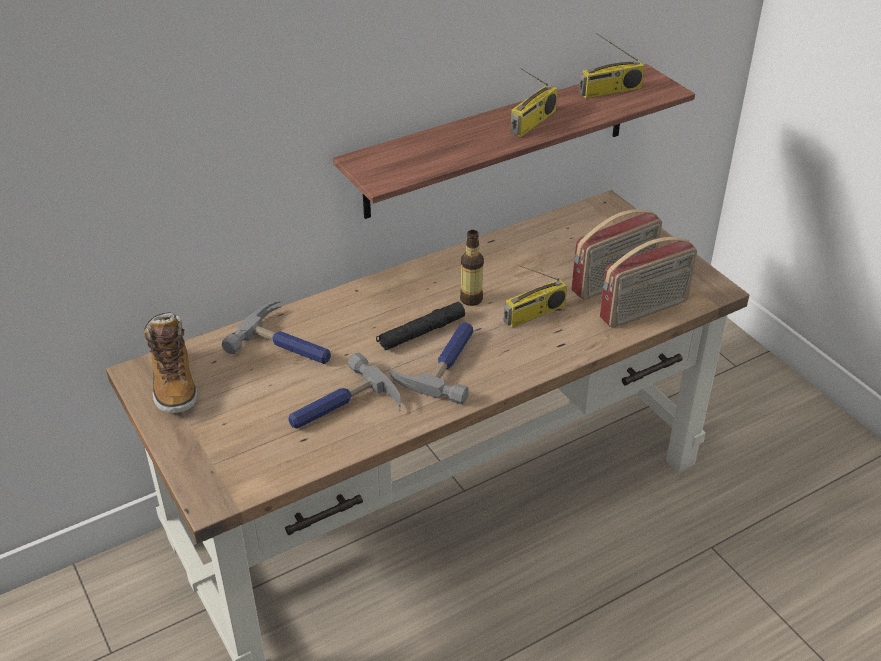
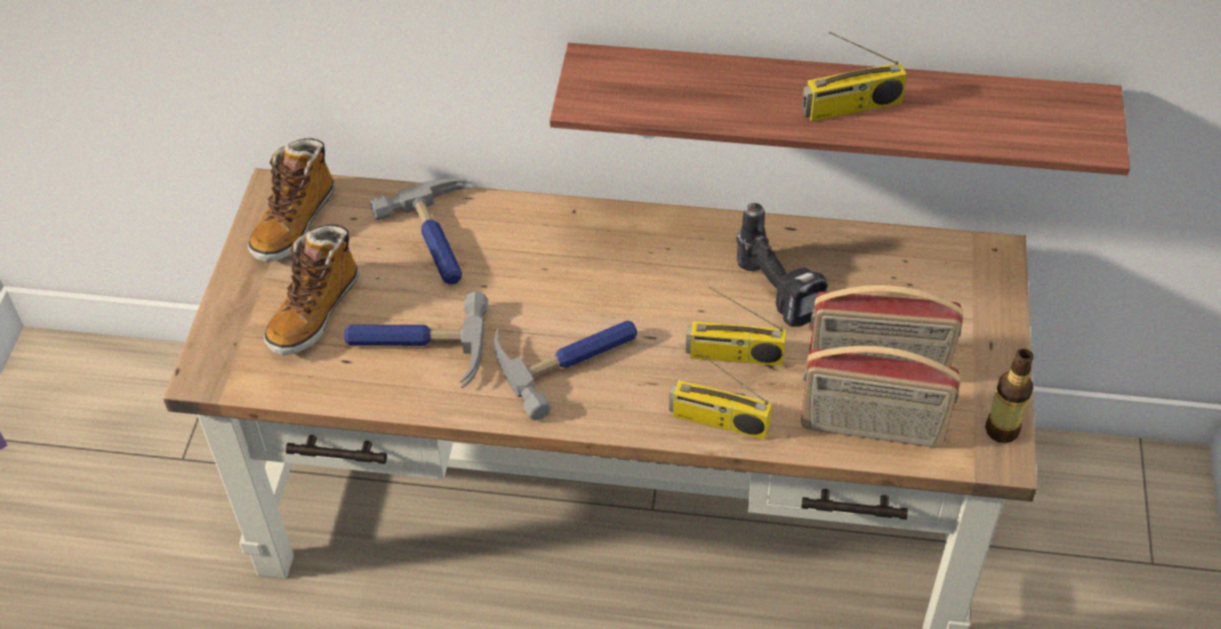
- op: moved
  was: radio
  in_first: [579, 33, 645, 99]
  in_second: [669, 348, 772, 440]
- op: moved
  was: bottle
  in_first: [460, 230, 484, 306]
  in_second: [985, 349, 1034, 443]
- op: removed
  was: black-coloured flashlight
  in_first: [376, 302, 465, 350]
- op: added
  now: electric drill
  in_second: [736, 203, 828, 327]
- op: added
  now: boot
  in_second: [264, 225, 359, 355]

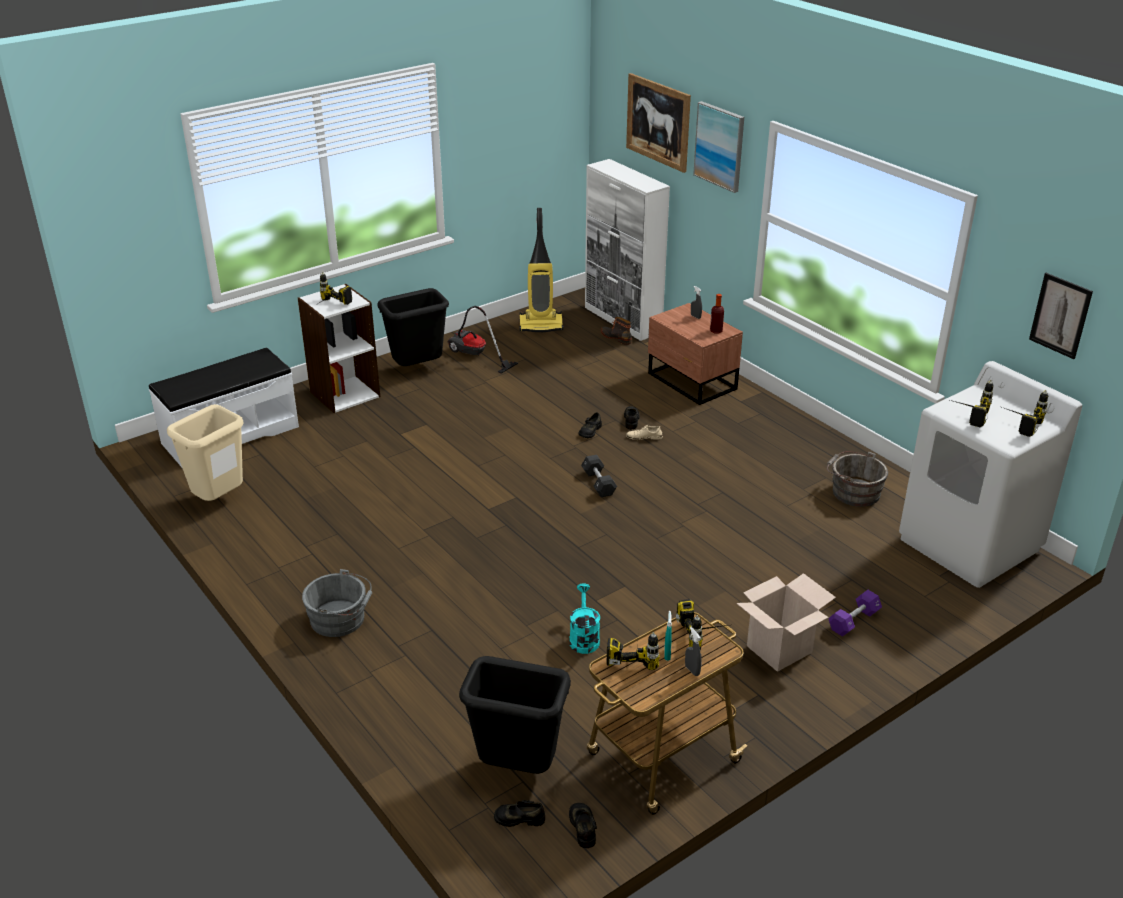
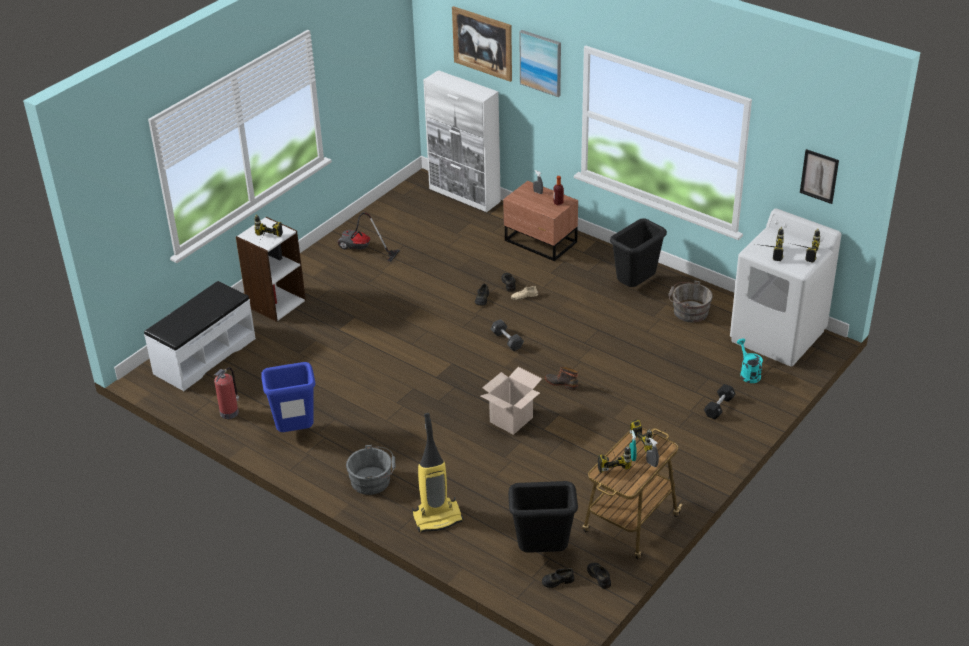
- op: moved
  was: vacuum cleaner
  in_first: [519, 208, 563, 332]
  in_second: [412, 413, 464, 533]
- op: moved
  was: black-coloured waste bin
  in_first: [377, 288, 449, 366]
  in_second: [610, 218, 667, 287]
- op: moved
  was: boot
  in_first: [601, 317, 632, 345]
  in_second: [545, 367, 578, 391]
- op: replaced
  was: sand-coloured waste bin
  now: fire-fighting cylinder
  in_first: [167, 404, 244, 501]
  in_second: [214, 367, 239, 419]
- op: moved
  was: packing box
  in_first: [736, 573, 836, 672]
  in_second: [481, 367, 542, 435]
- op: moved
  was: turquoise watering pot
  in_first: [569, 583, 600, 654]
  in_second: [737, 339, 763, 383]
- op: recoloured
  was: purplish hand weight
  now: black-coloured hand weight
  in_first: [828, 590, 882, 637]
  in_second: [704, 384, 736, 419]
- op: added
  now: blue-coloured waste bin
  in_second: [261, 362, 315, 432]

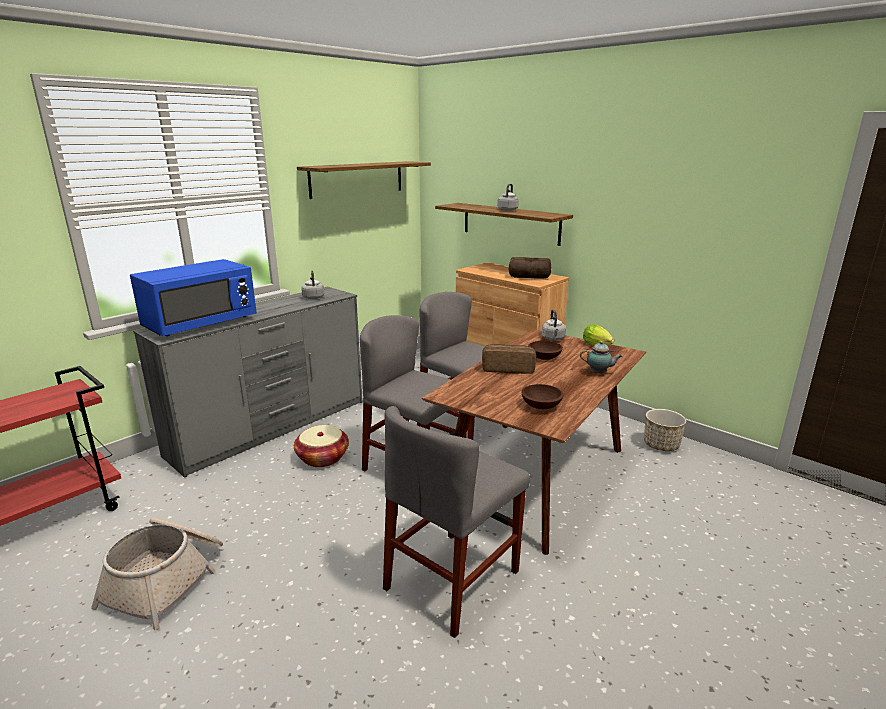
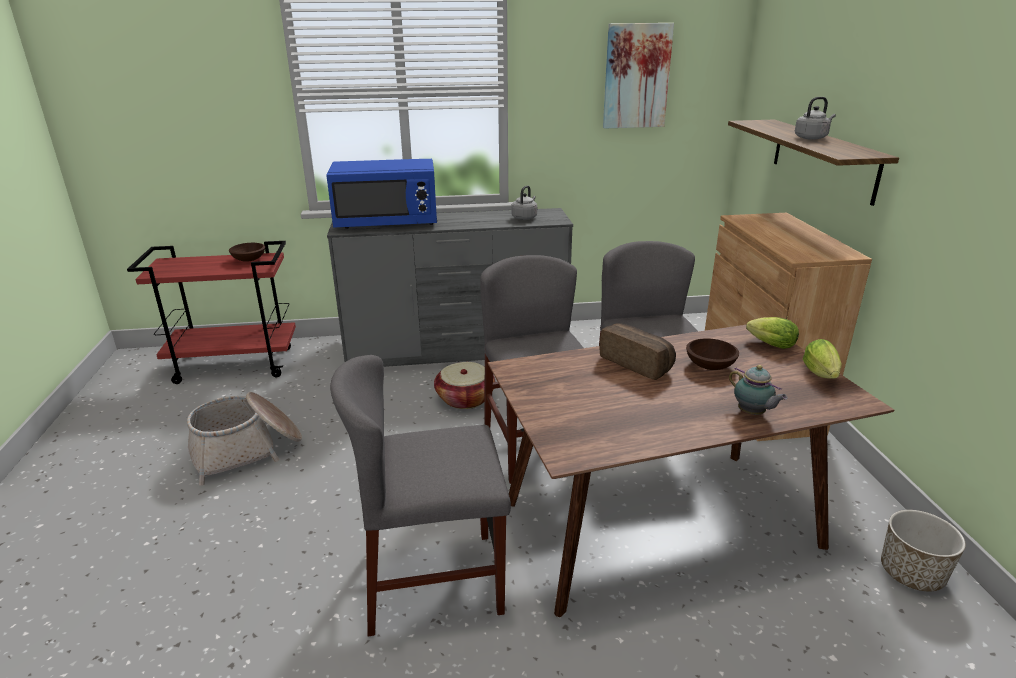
- op: replaced
  was: bracket shelf
  now: picture
  in_first: [297, 161, 431, 199]
  in_second: [603, 23, 674, 129]
- op: removed
  was: bread
  in_first: [508, 257, 551, 279]
- op: replaced
  was: greyish kettle
  now: lettuce head
  in_first: [542, 309, 566, 340]
  in_second: [746, 317, 799, 349]
- op: moved
  was: brownish serving bowl
  in_first: [521, 384, 563, 409]
  in_second: [229, 243, 265, 262]

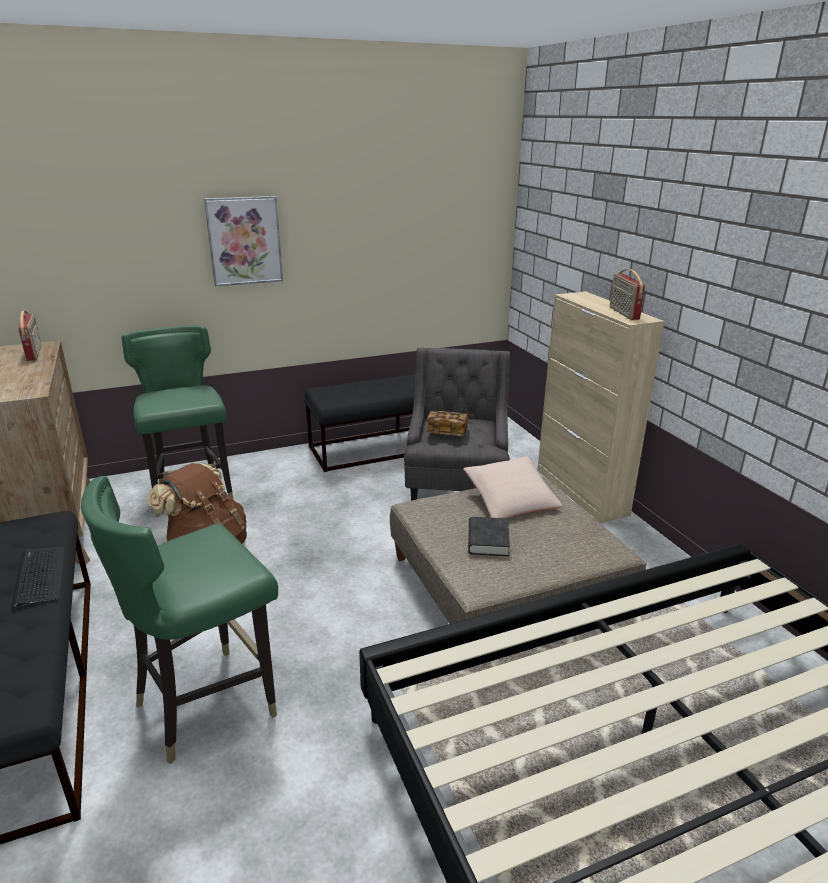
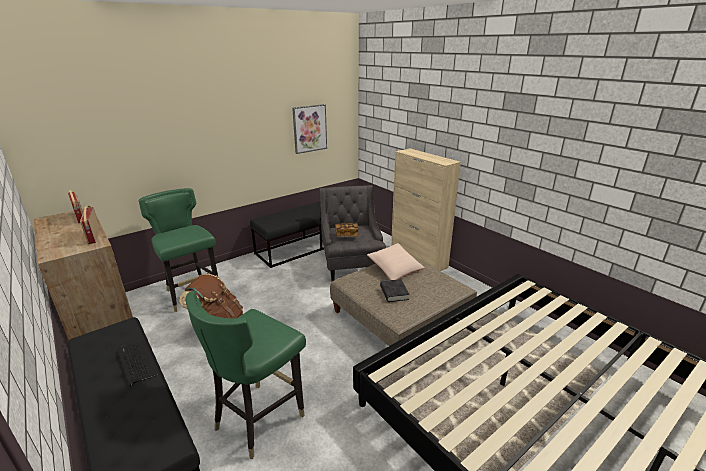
- op: moved
  was: picture
  in_first: [204, 196, 283, 286]
  in_second: [292, 104, 327, 154]
- op: moved
  was: radio
  in_first: [610, 269, 645, 320]
  in_second: [80, 206, 100, 244]

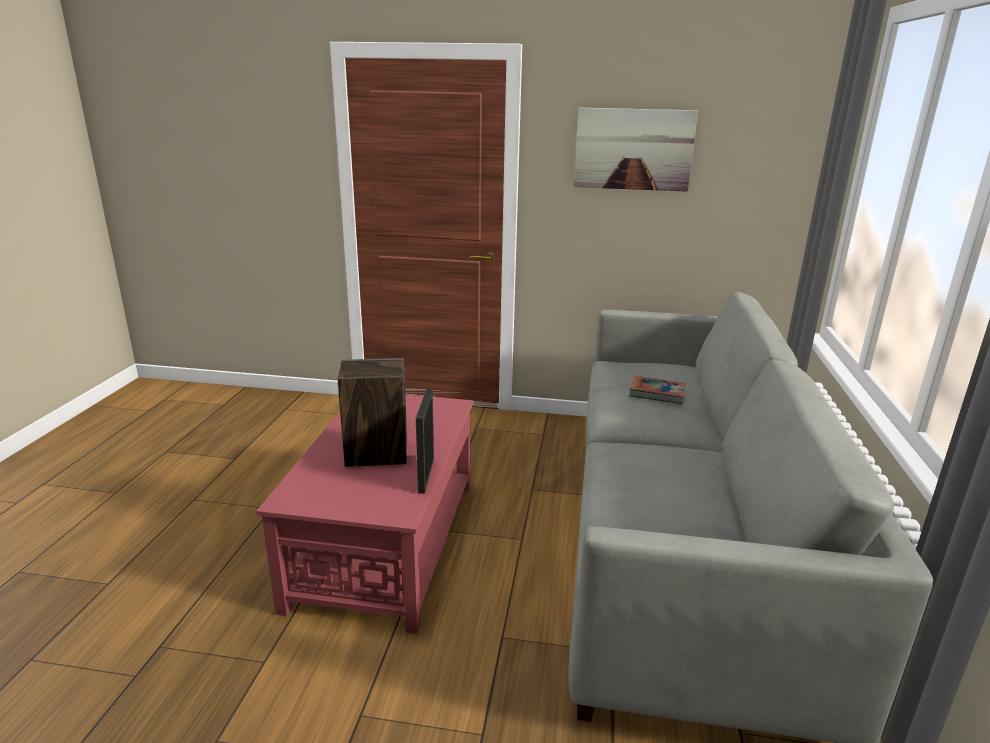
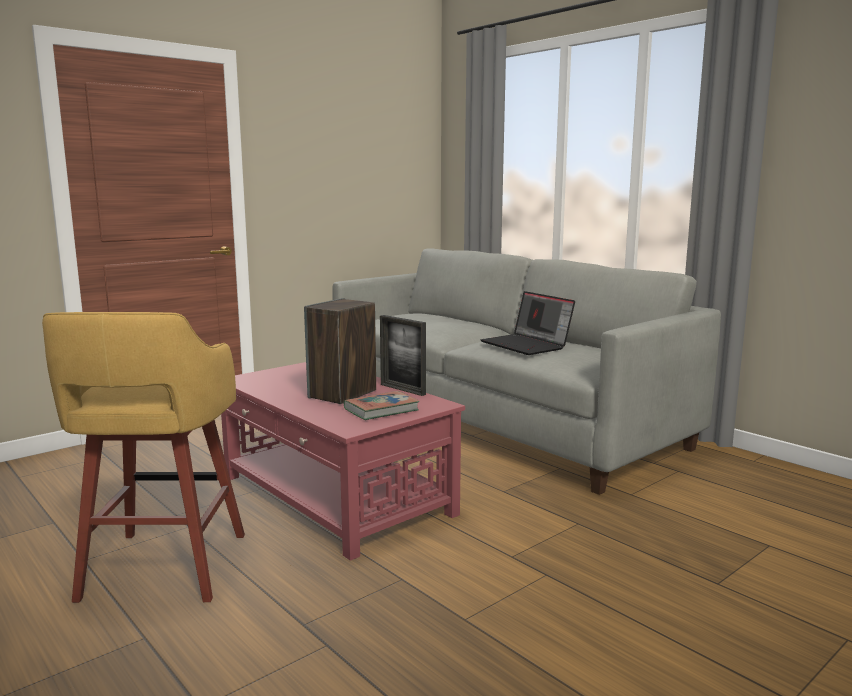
- op: removed
  was: picture
  in_first: [574, 107, 698, 192]
- op: moved
  was: book
  in_first: [629, 376, 685, 404]
  in_second: [344, 391, 419, 420]
- op: added
  now: portable computer
  in_second: [481, 291, 575, 355]
- op: added
  now: yellow stool
  in_second: [42, 312, 245, 603]

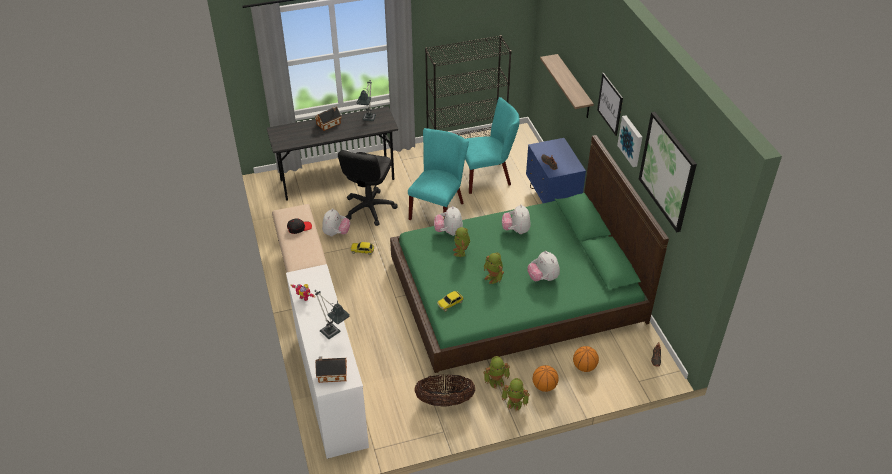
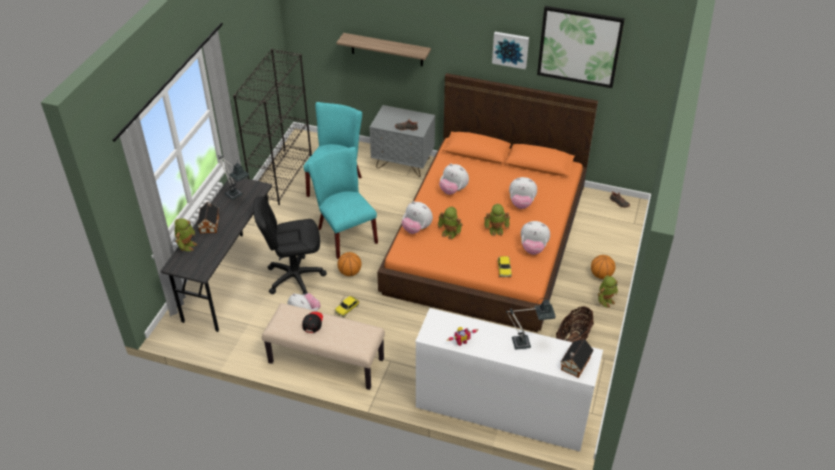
- op: removed
  was: picture
  in_first: [597, 73, 623, 136]
- op: recoloured
  was: green-coloured bedroom bed
  now: orange bedroom bed
  in_first: [390, 135, 669, 373]
  in_second: [377, 73, 598, 332]
- op: recoloured
  was: blue-coloured nightstand
  now: greyish nightstand
  in_first: [526, 138, 586, 203]
  in_second: [369, 105, 435, 177]
- op: turned
  was: black-coloured computer chair
  in_first: [338, 150, 398, 226]
  in_second: [253, 197, 327, 294]
  clockwise: 120
- op: moved
  was: basketball ball
  in_first: [573, 346, 599, 372]
  in_second: [337, 252, 362, 276]
- op: moved
  was: toy robot
  in_first: [484, 356, 510, 389]
  in_second: [175, 218, 197, 251]
- op: added
  now: cuddly toy
  in_second: [521, 221, 550, 255]

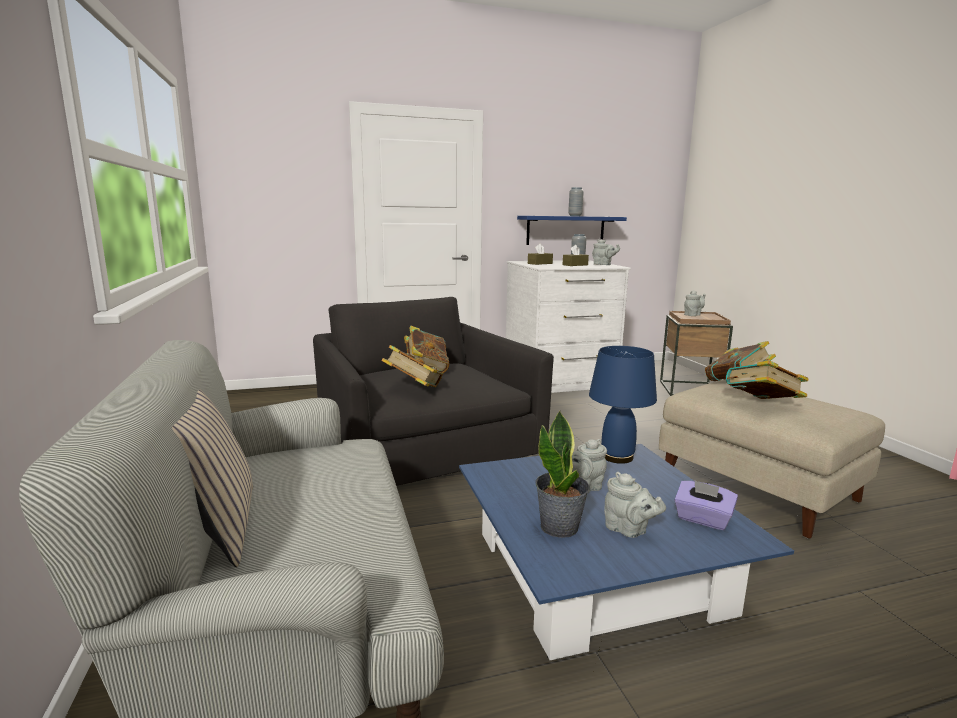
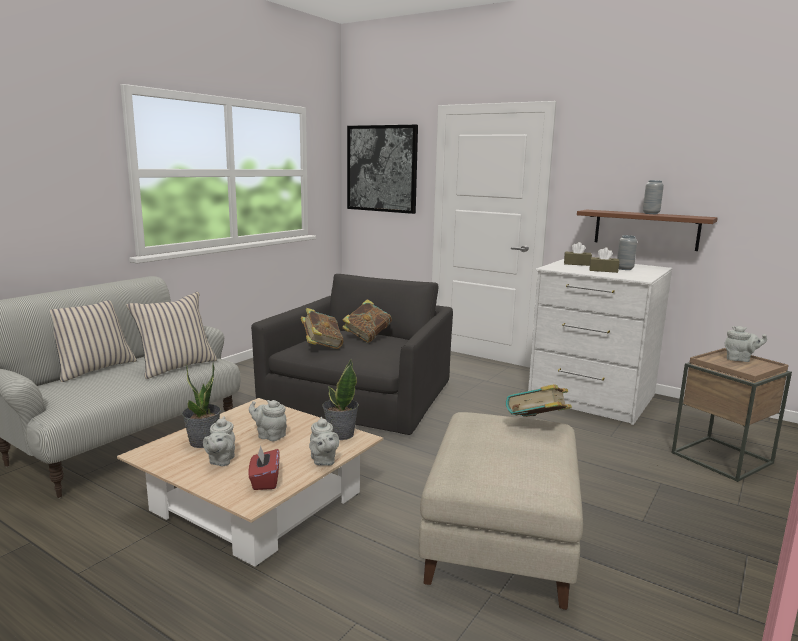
- op: recoloured
  was: blue-coloured bracket shelf
  now: brownish bracket shelf
  in_first: [517, 216, 627, 245]
  in_second: [577, 210, 718, 251]
- op: moved
  was: greyish pot for tea
  in_first: [592, 239, 620, 265]
  in_second: [309, 417, 339, 466]
- op: replaced
  was: blue-coloured tabletop lamp
  now: potted plant
  in_first: [589, 346, 657, 464]
  in_second: [322, 359, 359, 440]
- op: removed
  was: book
  in_first: [726, 360, 808, 399]
- op: recoloured
  was: blue-coloured lounge table
  now: sand-coloured lounge table
  in_first: [459, 444, 794, 660]
  in_second: [117, 398, 383, 567]
- op: recoloured
  was: purplish tissue holder
  now: reddish tissue holder
  in_first: [674, 480, 738, 530]
  in_second: [248, 445, 280, 490]
- op: added
  now: picture
  in_second: [347, 124, 418, 214]
- op: added
  now: sand-coloured throw pillow
  in_second: [126, 292, 217, 379]

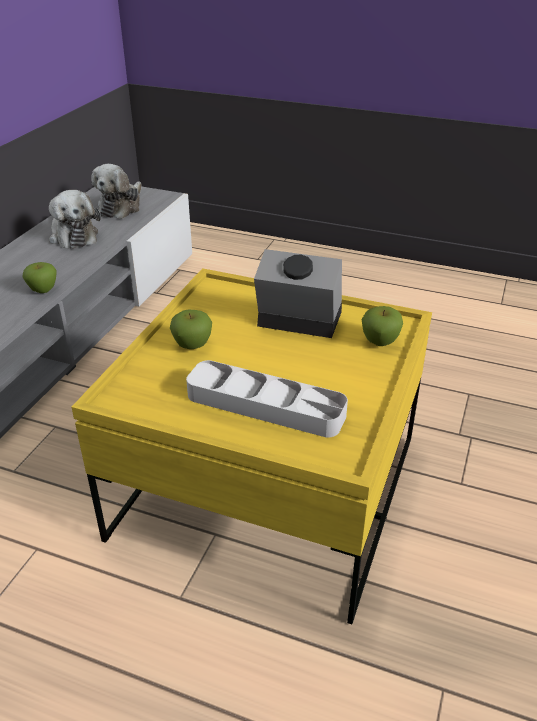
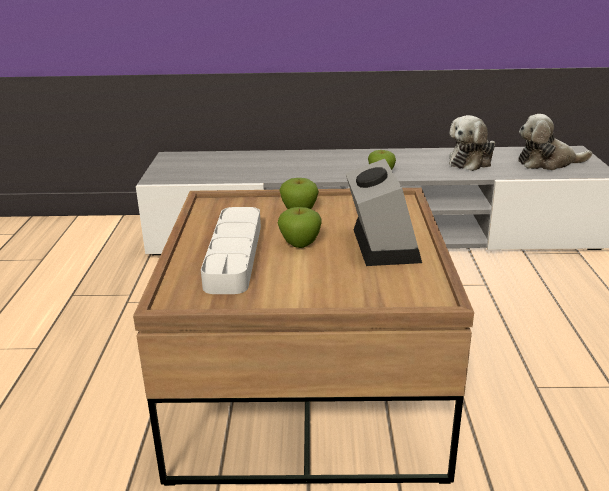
- op: recoloured
  was: yellow lounge table
  now: brownish lounge table
  in_first: [71, 268, 432, 624]
  in_second: [133, 188, 474, 486]
- op: moved
  was: whole apple
  in_first: [362, 306, 403, 346]
  in_second: [278, 207, 322, 248]

